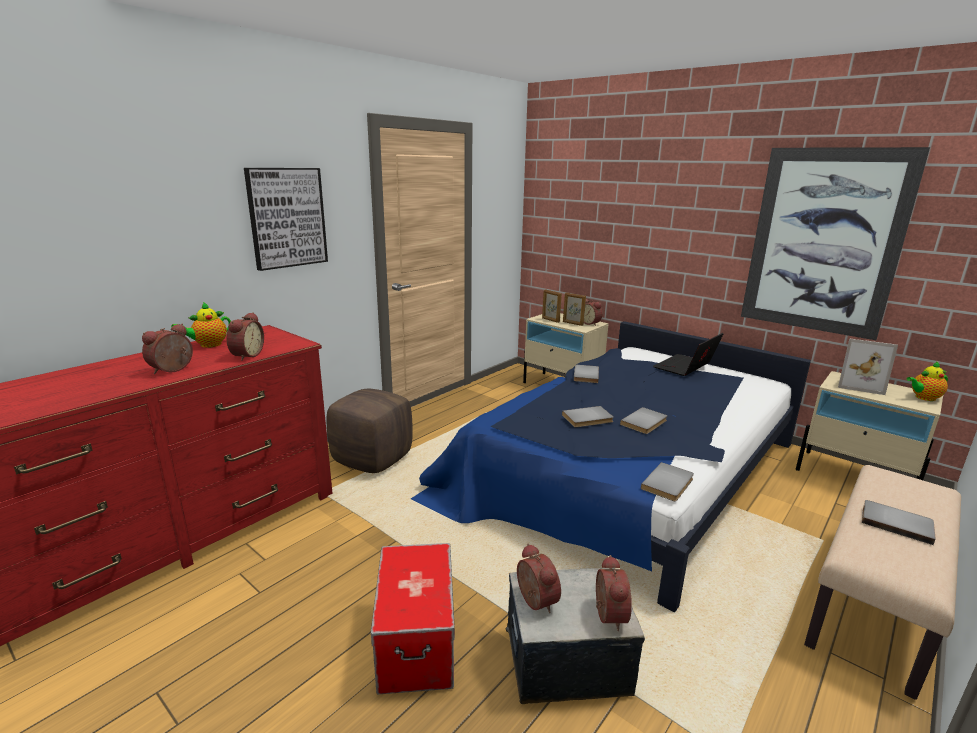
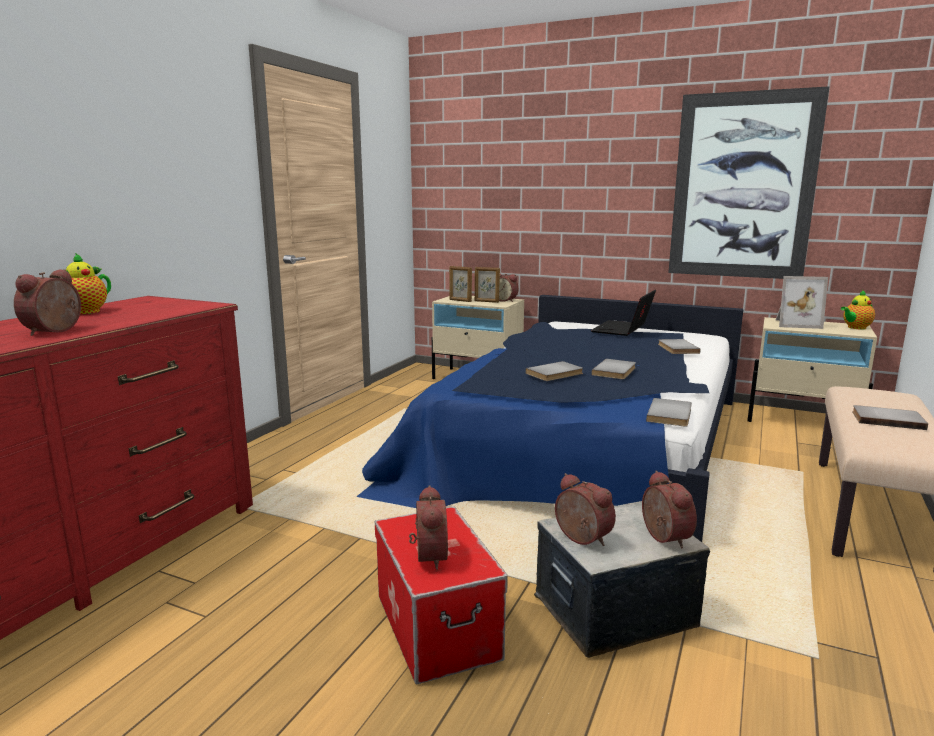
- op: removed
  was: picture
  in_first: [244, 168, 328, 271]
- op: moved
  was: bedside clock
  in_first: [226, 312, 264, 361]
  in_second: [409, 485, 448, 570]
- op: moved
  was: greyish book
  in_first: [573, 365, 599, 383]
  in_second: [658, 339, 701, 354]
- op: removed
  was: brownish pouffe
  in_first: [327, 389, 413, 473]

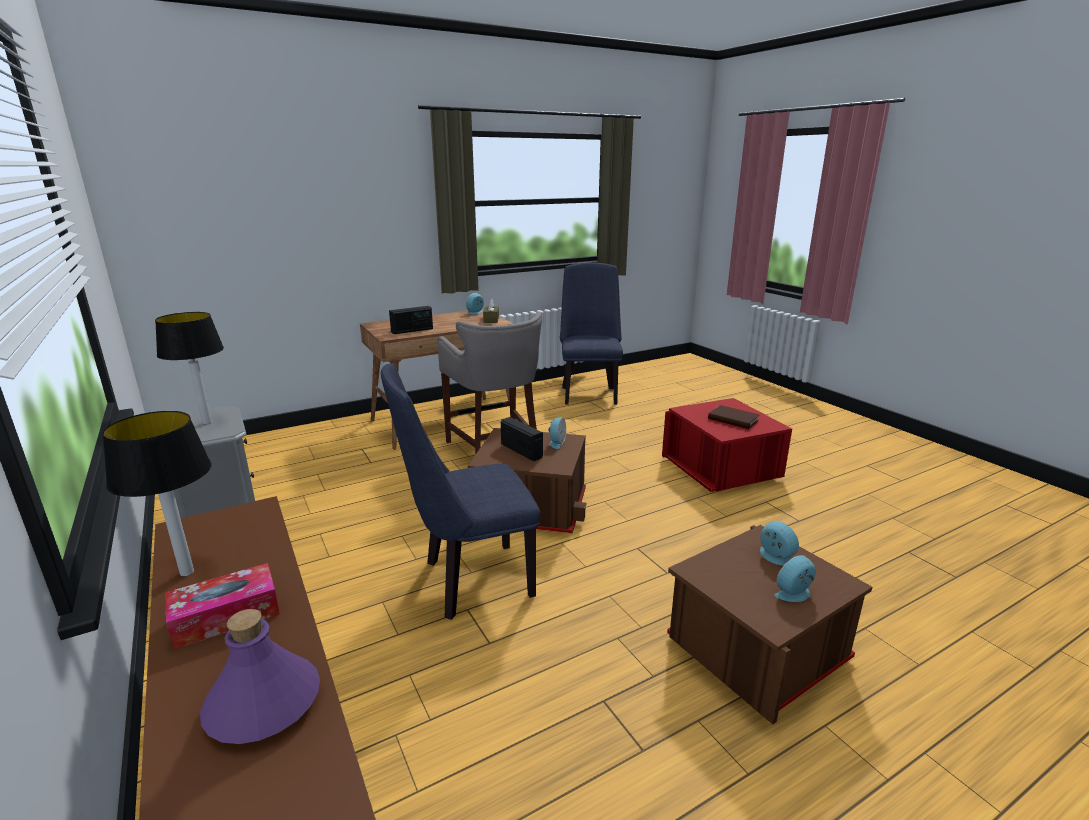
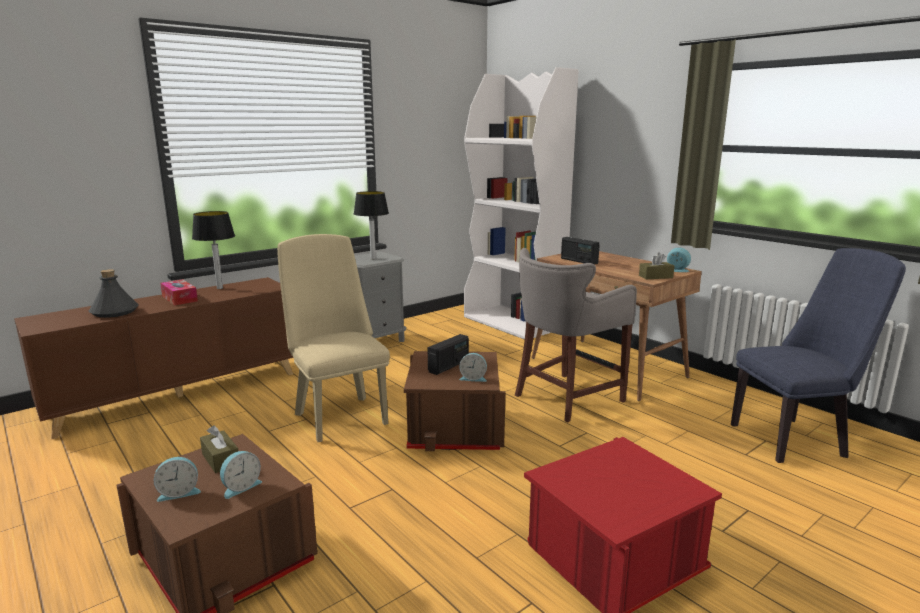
- op: recoloured
  was: blue-coloured plain chair
  now: sand-coloured plain chair
  in_first: [381, 364, 540, 620]
  in_second: [277, 234, 390, 442]
- op: removed
  was: brownish book
  in_first: [708, 405, 759, 429]
- op: turned
  was: bedside clock
  in_first: [775, 555, 816, 602]
  in_second: [154, 457, 201, 502]
  clockwise: 105
- op: recoloured
  was: purplish bottle
  now: greyish bottle
  in_first: [200, 609, 320, 744]
  in_second: [89, 269, 139, 318]
- op: added
  now: whitish bookcase
  in_second: [464, 67, 579, 340]
- op: added
  now: brownish tissue holder
  in_second: [200, 425, 238, 473]

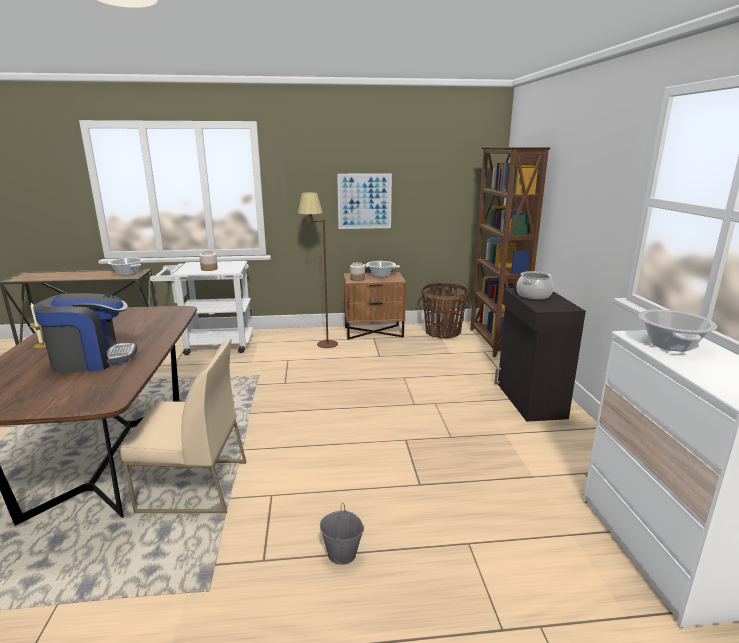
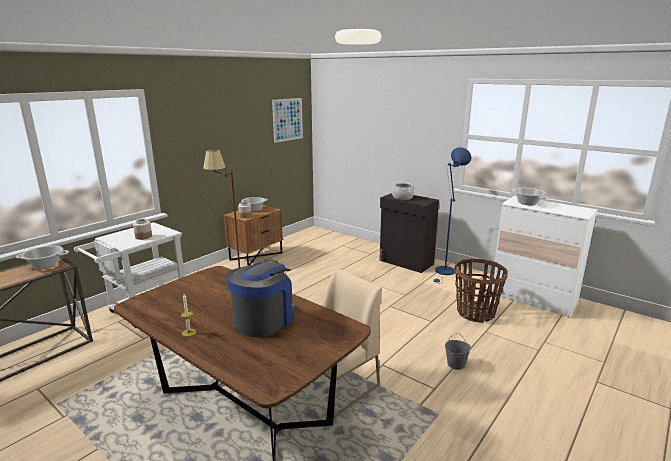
- op: removed
  was: brownish bookcase
  in_first: [470, 147, 550, 357]
- op: moved
  was: picture
  in_first: [337, 173, 392, 229]
  in_second: [272, 98, 303, 143]
- op: moved
  was: basket
  in_first: [421, 283, 470, 339]
  in_second: [455, 259, 508, 323]
- op: added
  now: blue-coloured floor lamp
  in_second: [433, 147, 471, 284]

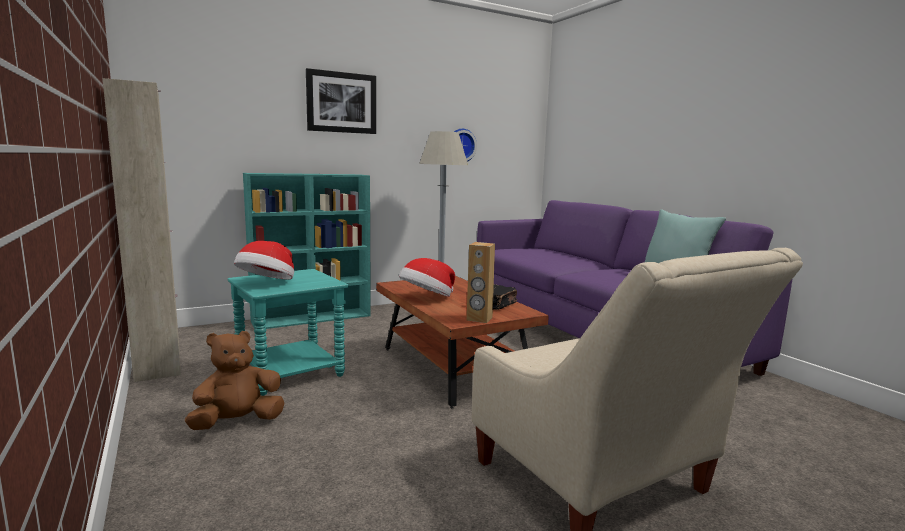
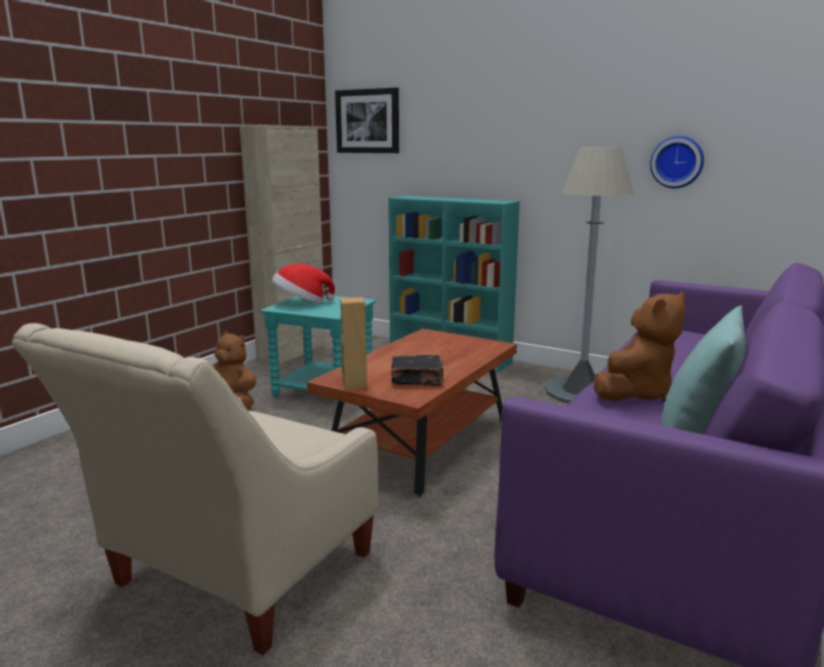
- op: moved
  was: picture
  in_first: [306, 68, 376, 134]
  in_second: [335, 87, 399, 153]
- op: removed
  was: clothing hat
  in_first: [399, 258, 455, 297]
- op: added
  now: brownish cuddly toy
  in_second: [594, 292, 686, 402]

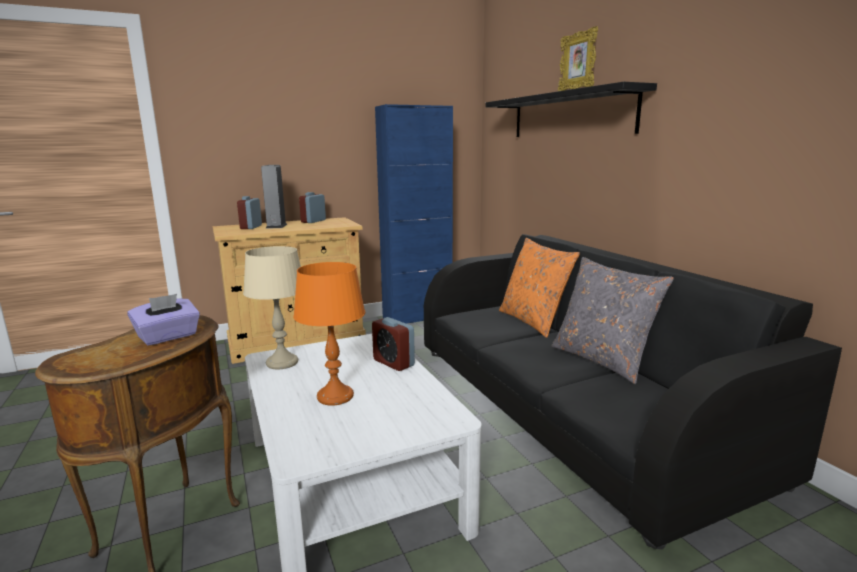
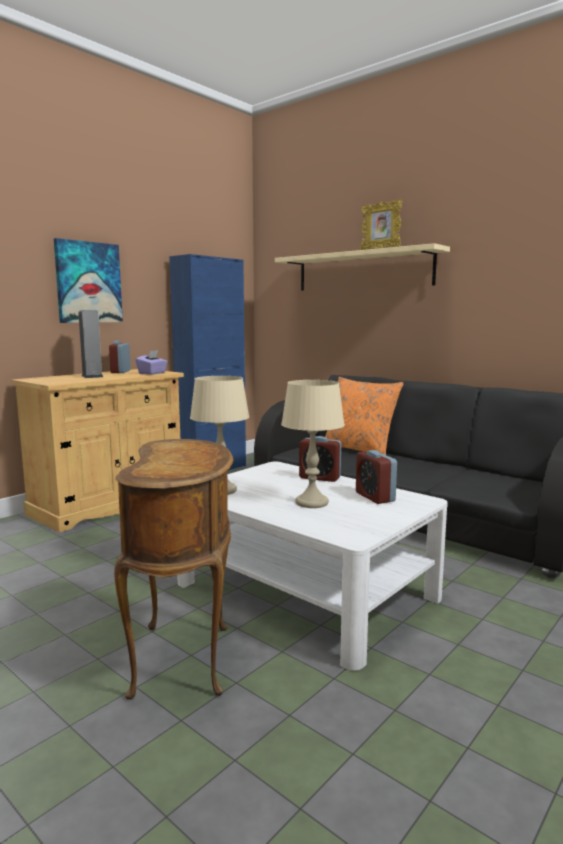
- op: recoloured
  was: black-coloured bracket shelf
  now: sand-coloured bracket shelf
  in_first: [485, 82, 657, 137]
  in_second: [275, 243, 450, 291]
- op: moved
  was: bedside clock
  in_first: [237, 196, 262, 229]
  in_second: [356, 450, 397, 504]
- op: removed
  was: greyish throw pillow
  in_first: [552, 257, 674, 384]
- op: recoloured
  was: orange tabletop lamp
  now: sand-coloured tabletop lamp
  in_first: [293, 262, 366, 406]
  in_second: [281, 380, 345, 508]
- op: moved
  was: purplish tissue holder
  in_first: [127, 294, 200, 346]
  in_second: [136, 350, 168, 375]
- op: added
  now: picture
  in_second: [54, 238, 123, 323]

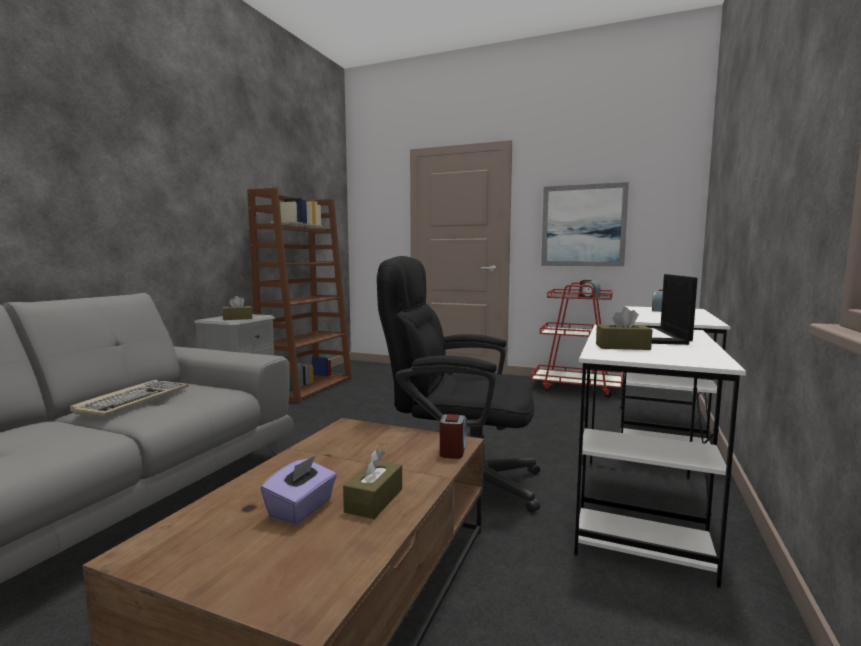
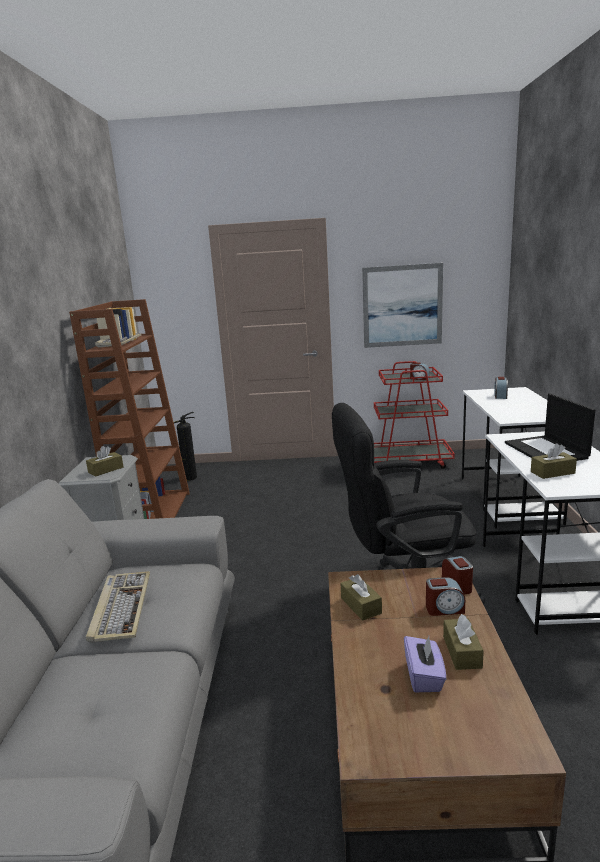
- op: added
  now: fire-fighting cylinder
  in_second: [174, 412, 197, 481]
- op: added
  now: brownish tissue holder
  in_second: [340, 574, 382, 621]
- op: added
  now: bedside clock
  in_second: [426, 577, 465, 616]

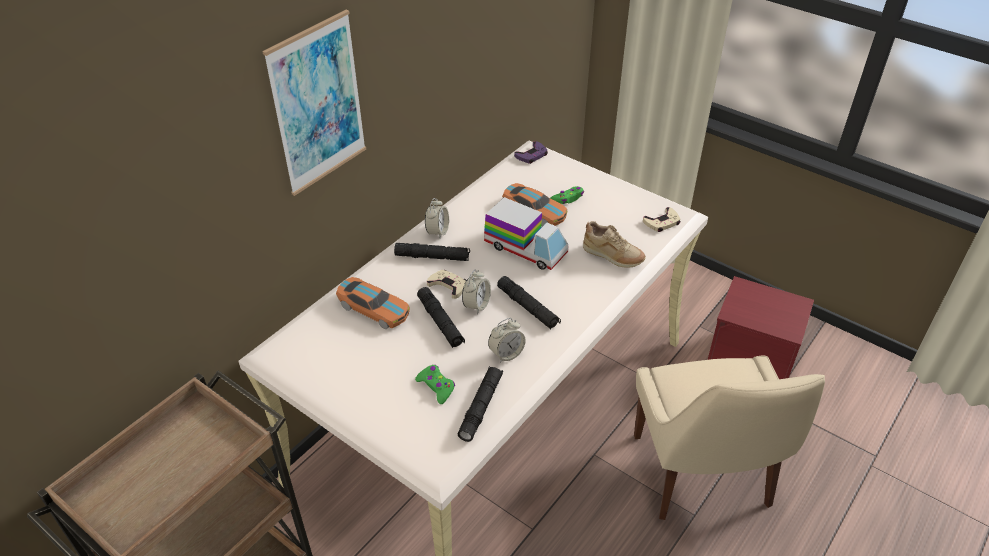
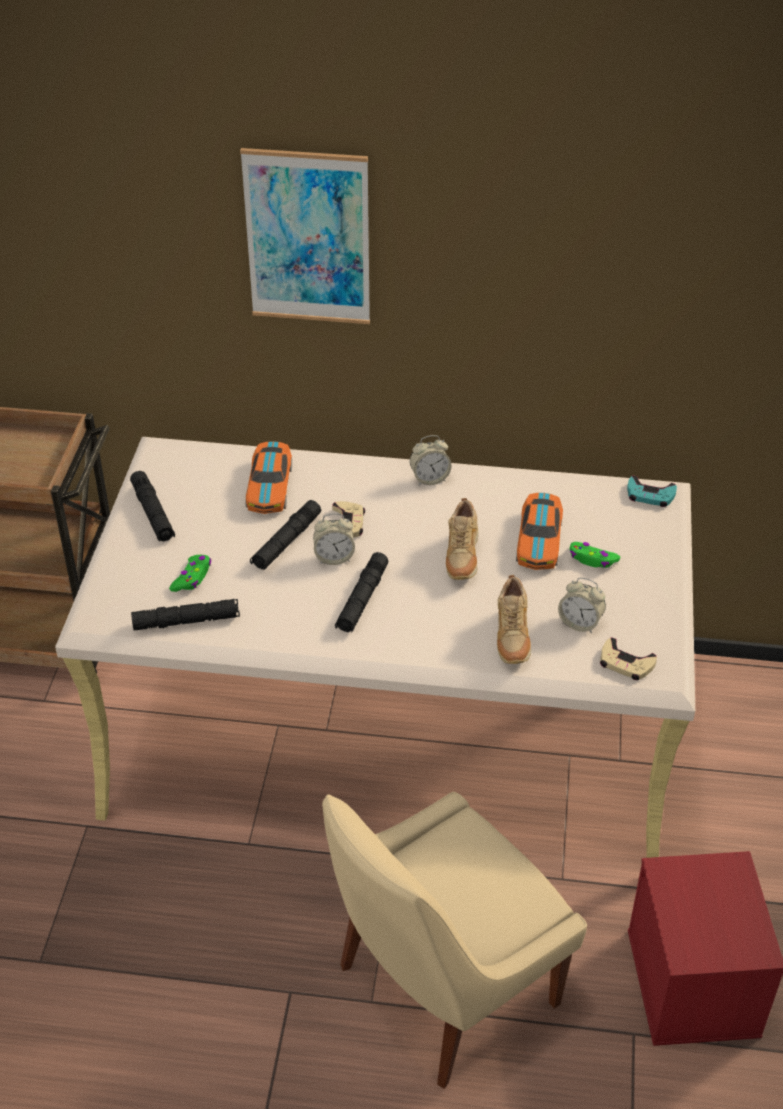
- op: recoloured
  was: purplish joypad
  now: turquoise joypad
  in_first: [514, 141, 548, 164]
  in_second: [627, 476, 677, 507]
- op: replaced
  was: toy truck
  now: sand-coloured shoe
  in_first: [484, 197, 569, 270]
  in_second: [446, 498, 478, 580]
- op: moved
  was: black-coloured flashlight
  in_first: [394, 243, 470, 261]
  in_second: [130, 471, 175, 542]
- op: moved
  was: bedside clock
  in_first: [488, 318, 526, 363]
  in_second: [558, 578, 606, 633]

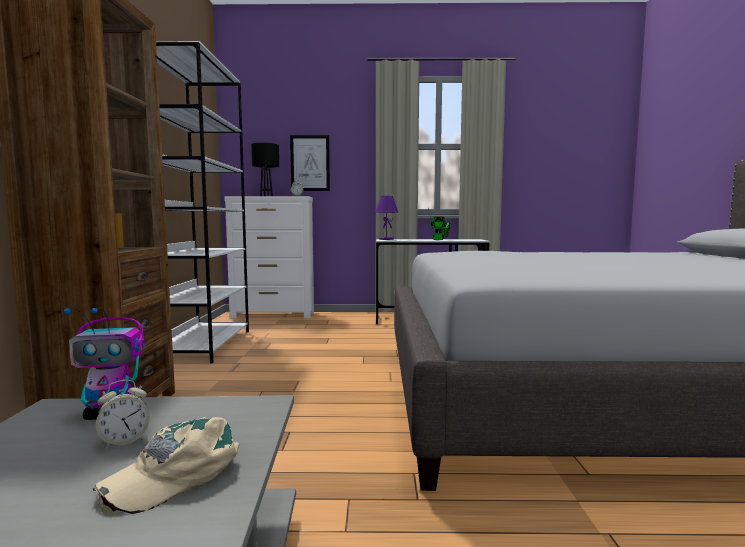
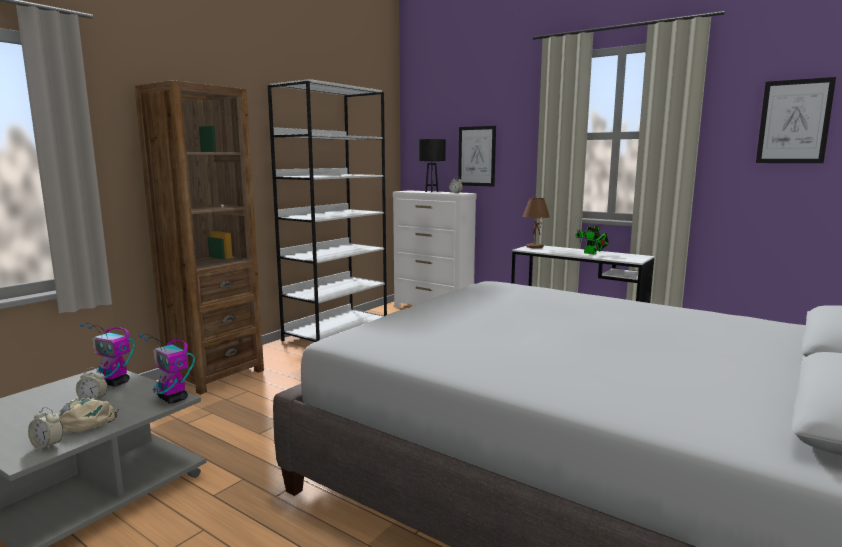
- op: recoloured
  was: purplish tabletop lamp
  now: brownish tabletop lamp
  in_first: [375, 196, 398, 240]
  in_second: [522, 198, 550, 248]
- op: added
  now: picture
  in_second: [756, 77, 836, 163]
- op: added
  now: toy robot
  in_second: [139, 334, 195, 404]
- op: added
  now: bedside clock
  in_second: [28, 407, 63, 450]

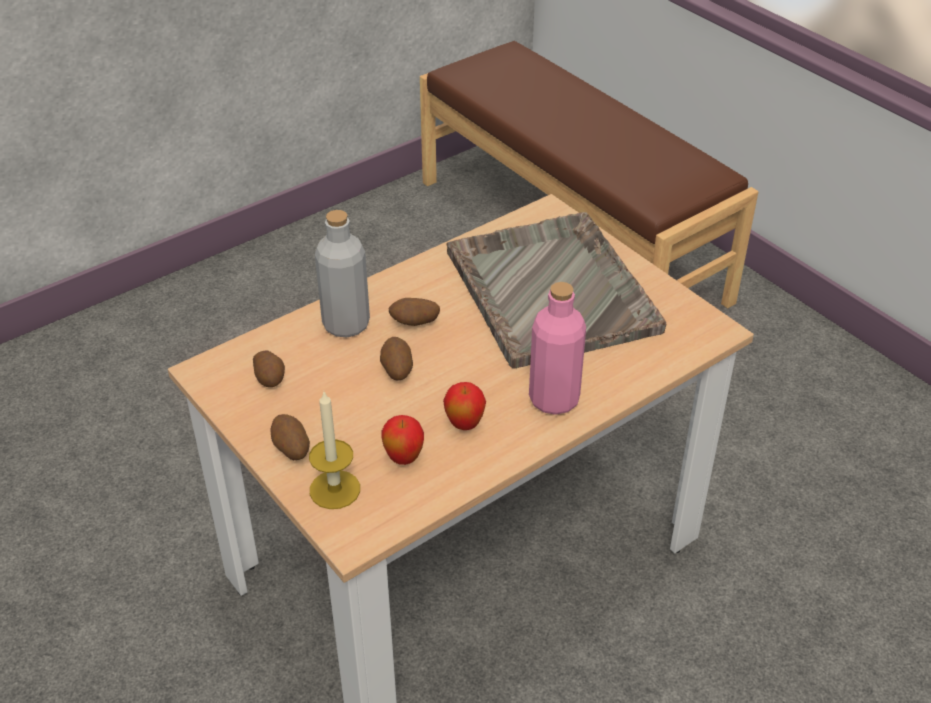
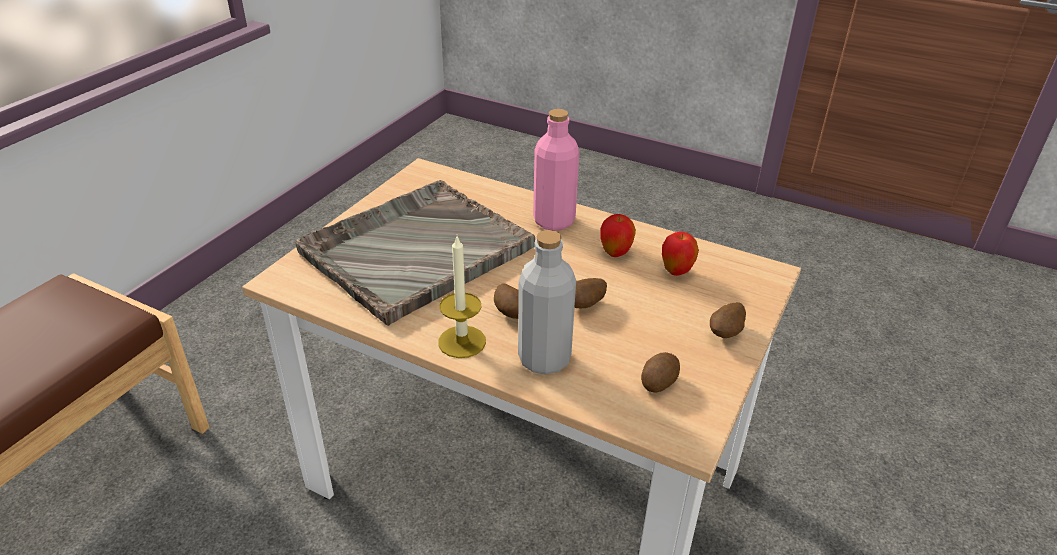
- op: moved
  was: wax candle
  in_first: [309, 392, 360, 509]
  in_second: [438, 236, 486, 358]

